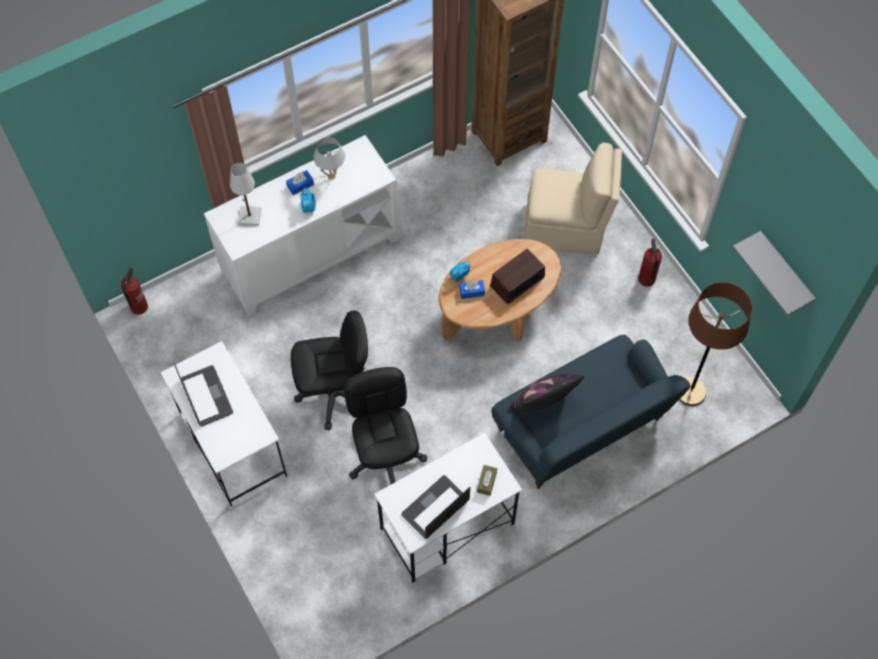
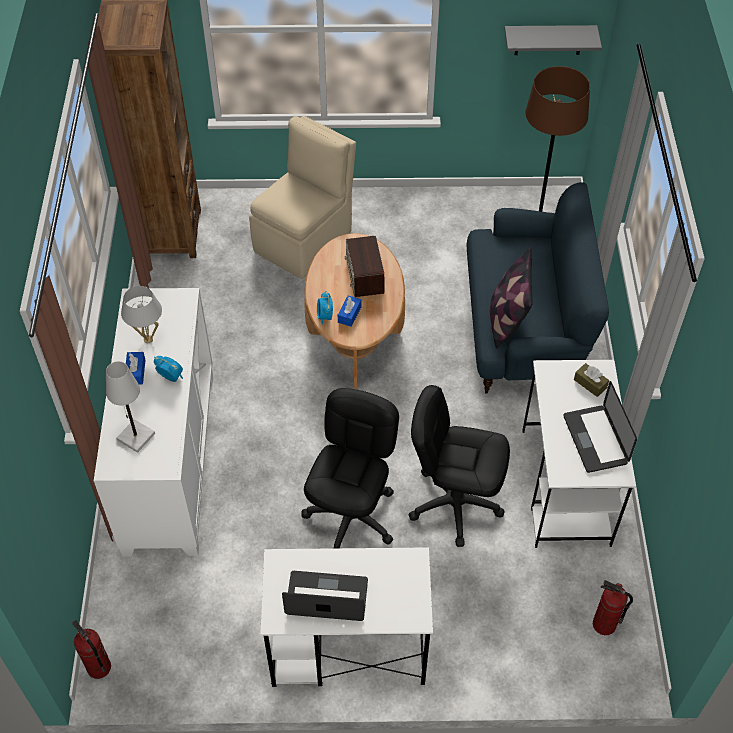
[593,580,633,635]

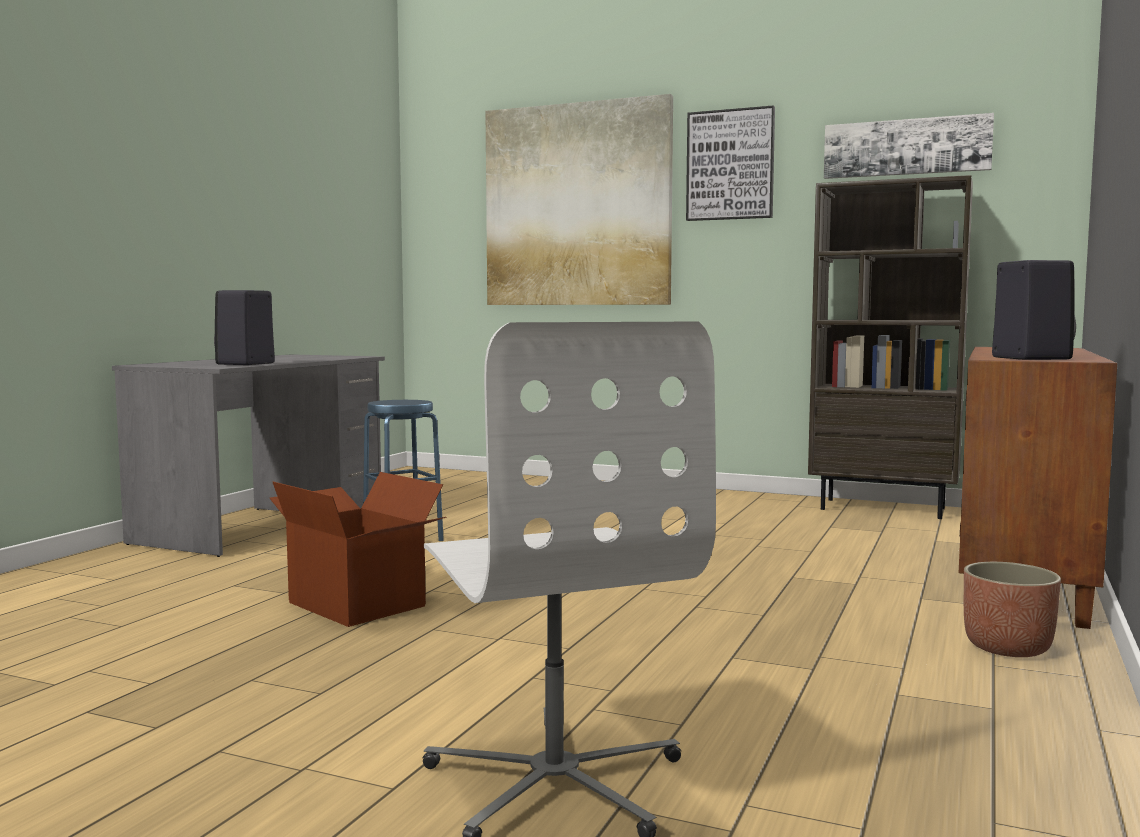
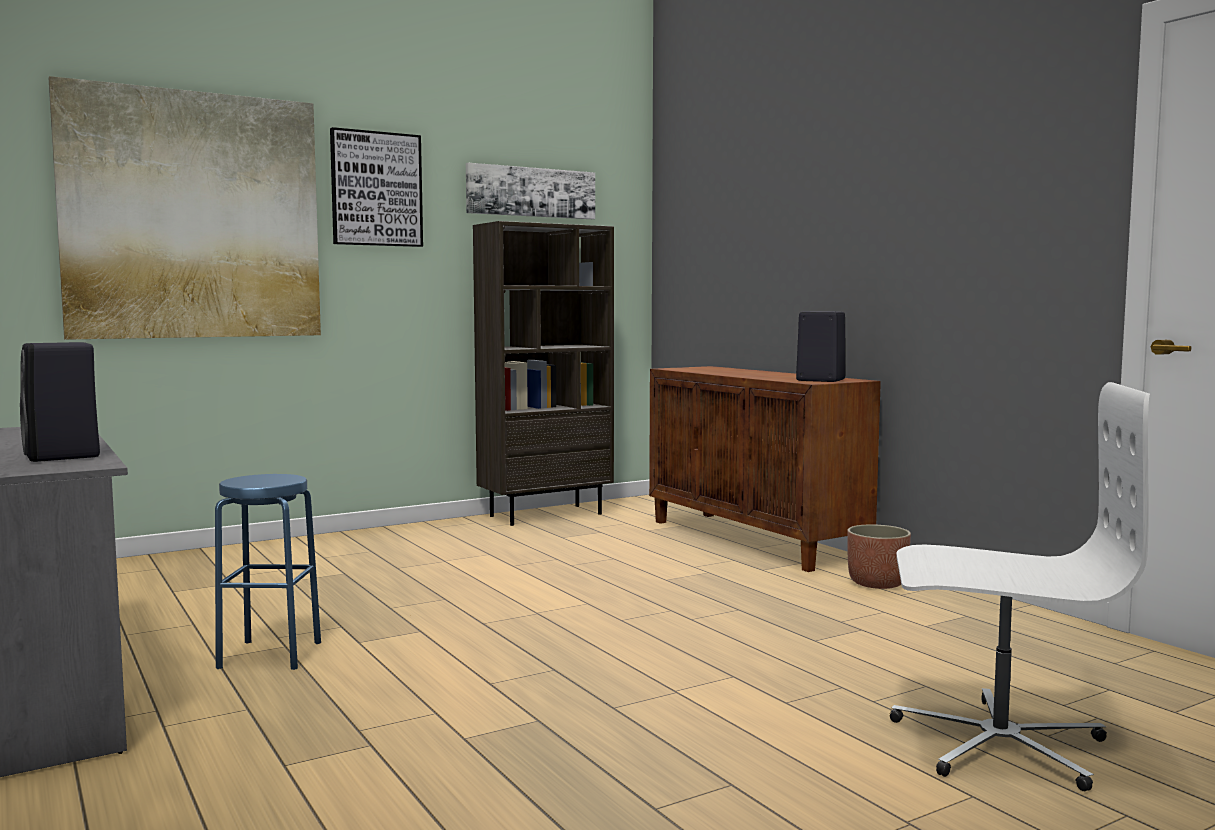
[270,472,447,627] (first image)

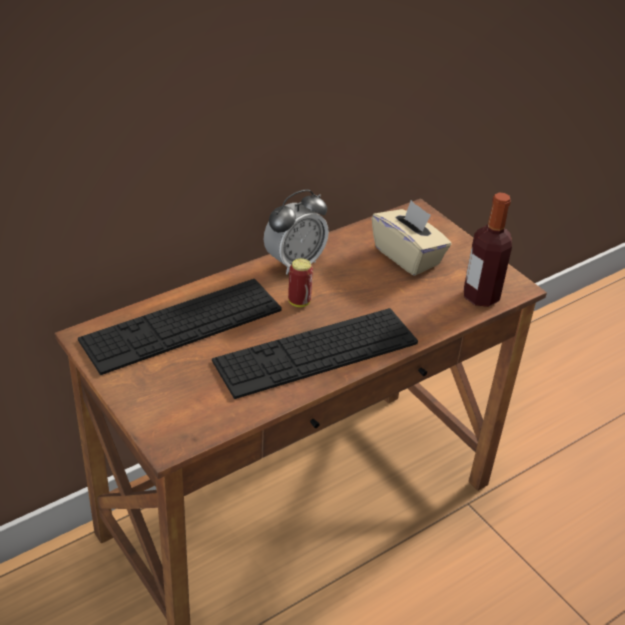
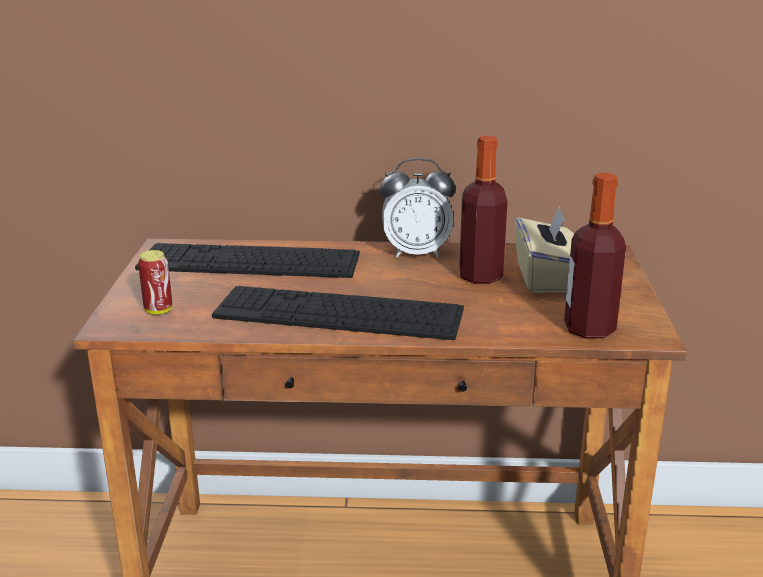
[138,250,172,315]
[459,136,508,284]

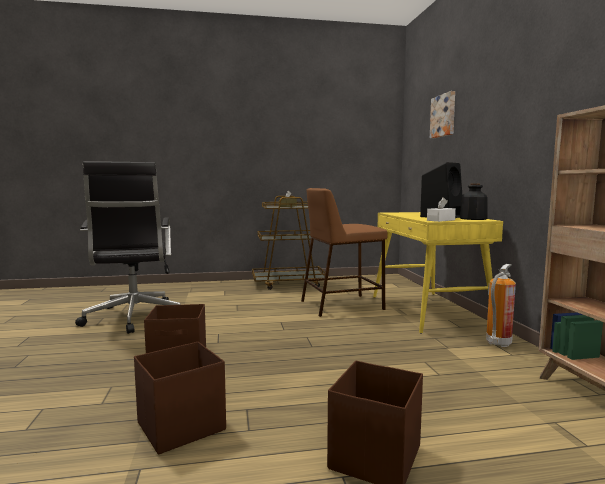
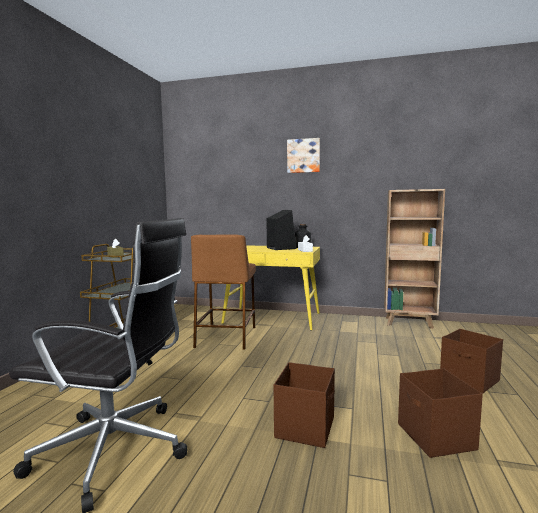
[287,138,320,173]
[486,264,516,347] (first image)

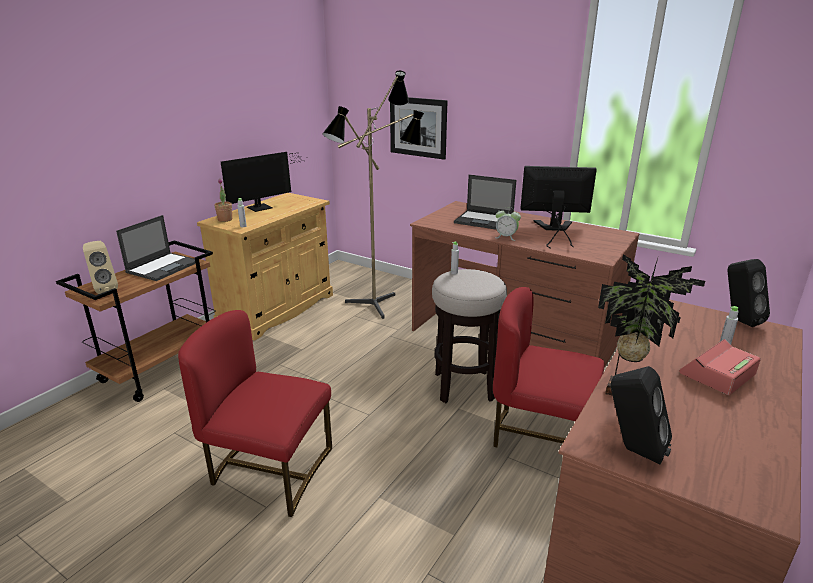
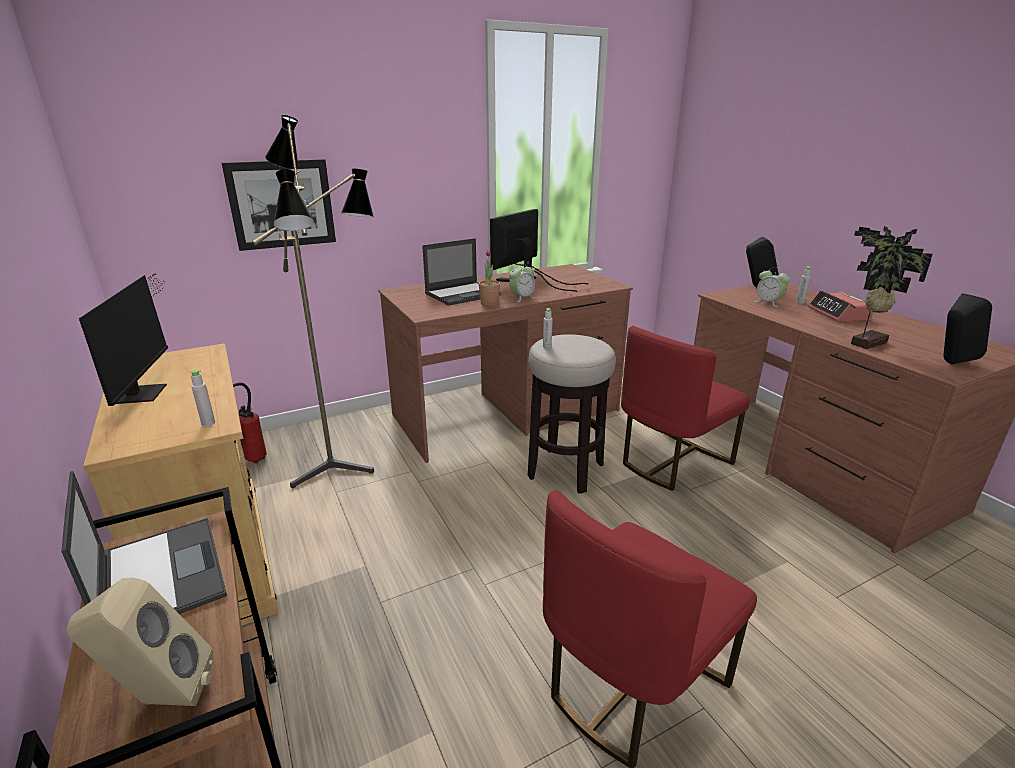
[479,249,500,306]
[233,383,267,463]
[754,267,790,307]

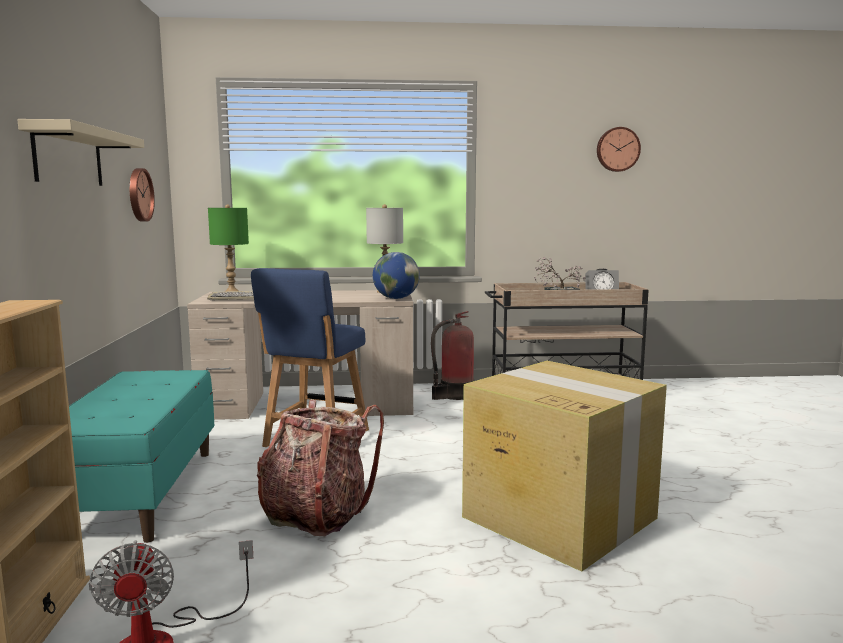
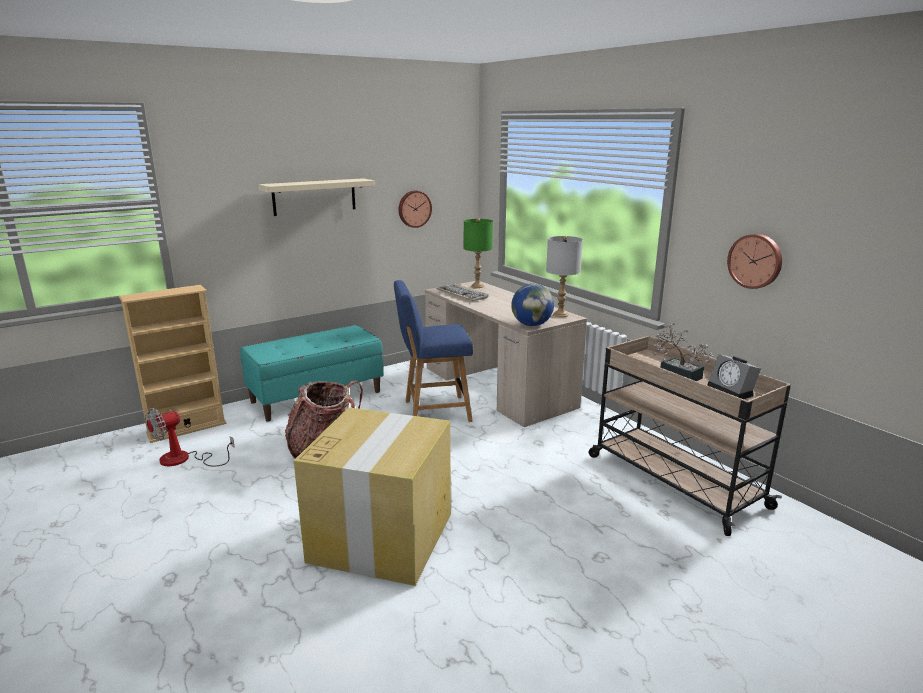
[431,311,474,400] (first image)
[727,234,782,289]

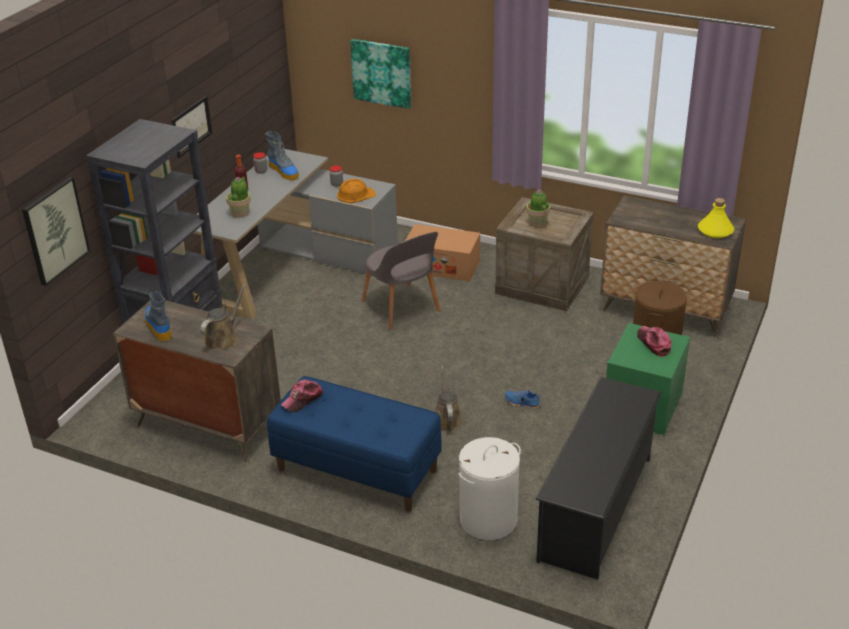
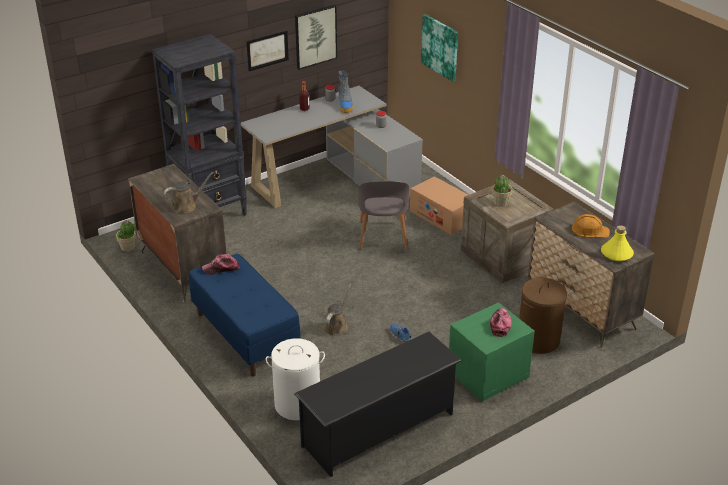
[295,5,337,70]
[144,290,171,341] (first image)
[116,220,136,252]
[572,214,610,238]

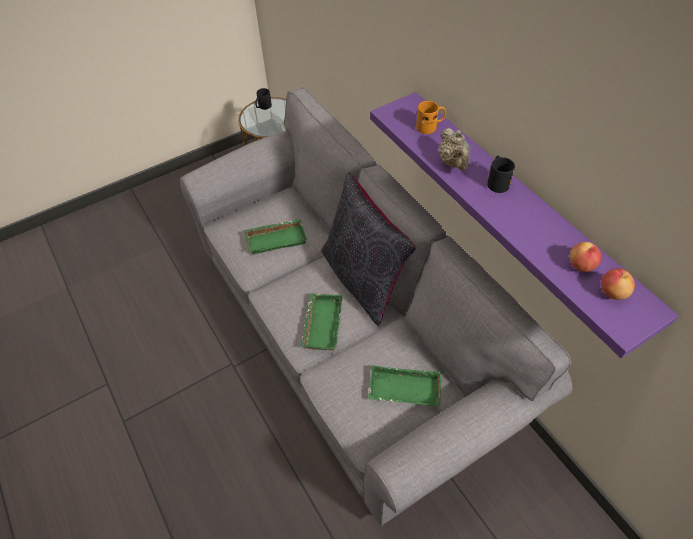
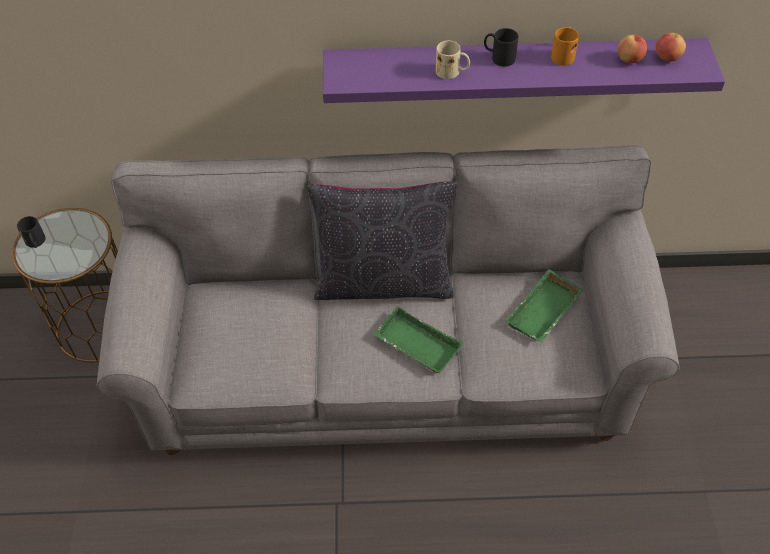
[244,219,307,254] (first image)
[551,27,579,66]
[436,41,470,79]

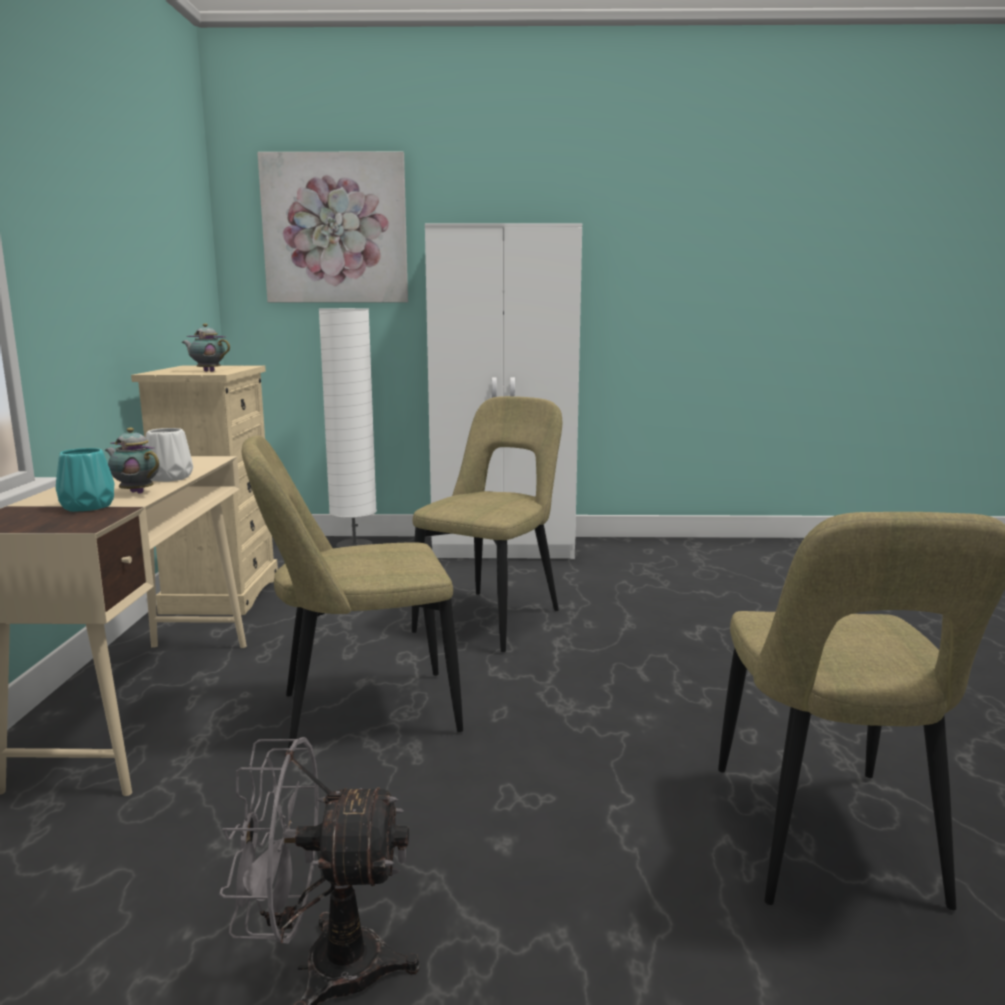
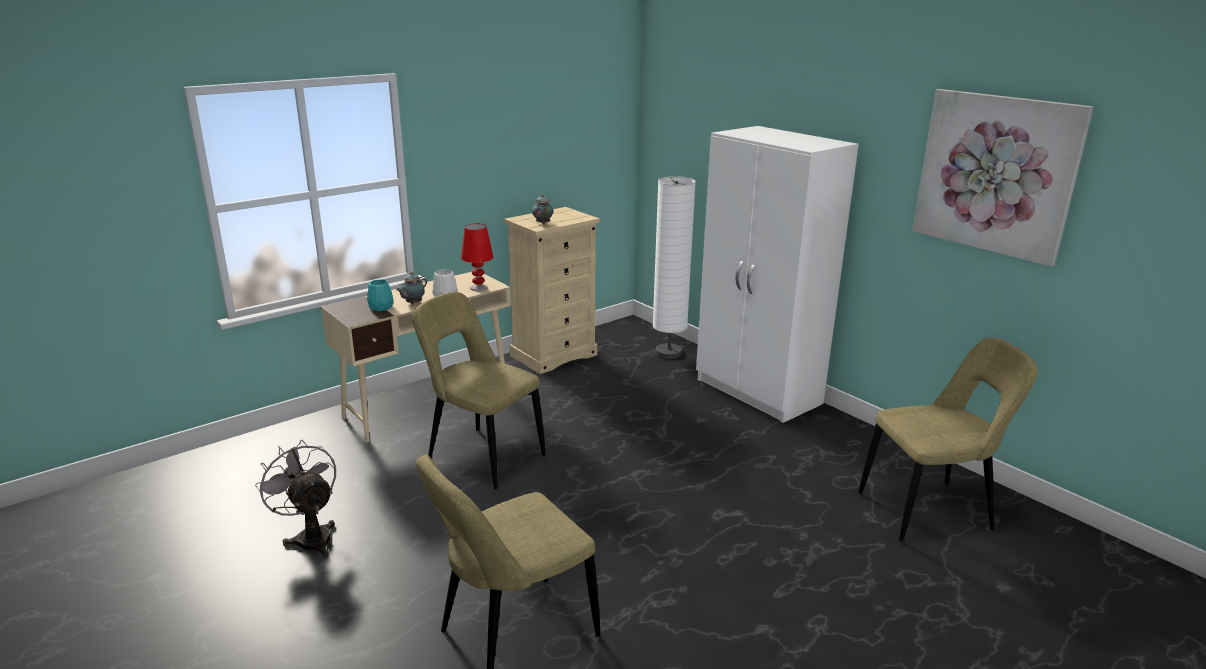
[396,272,427,304]
[912,89,1094,267]
[858,337,1038,542]
[461,224,494,291]

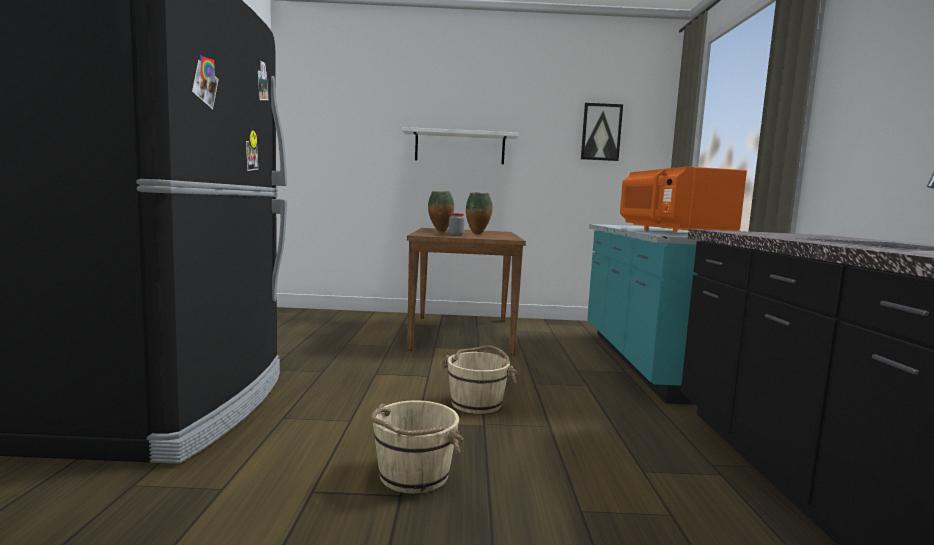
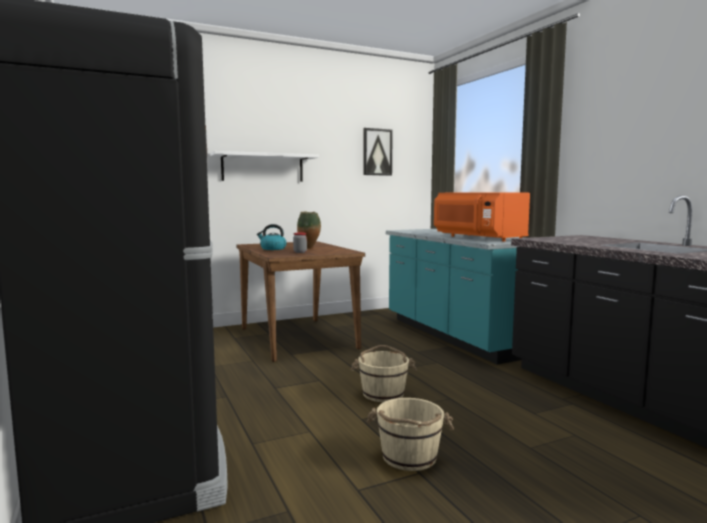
[257,224,287,250]

